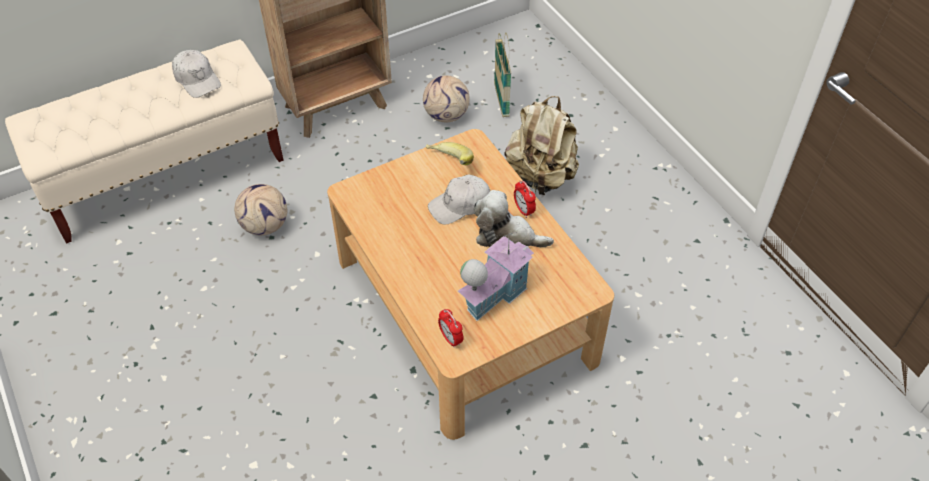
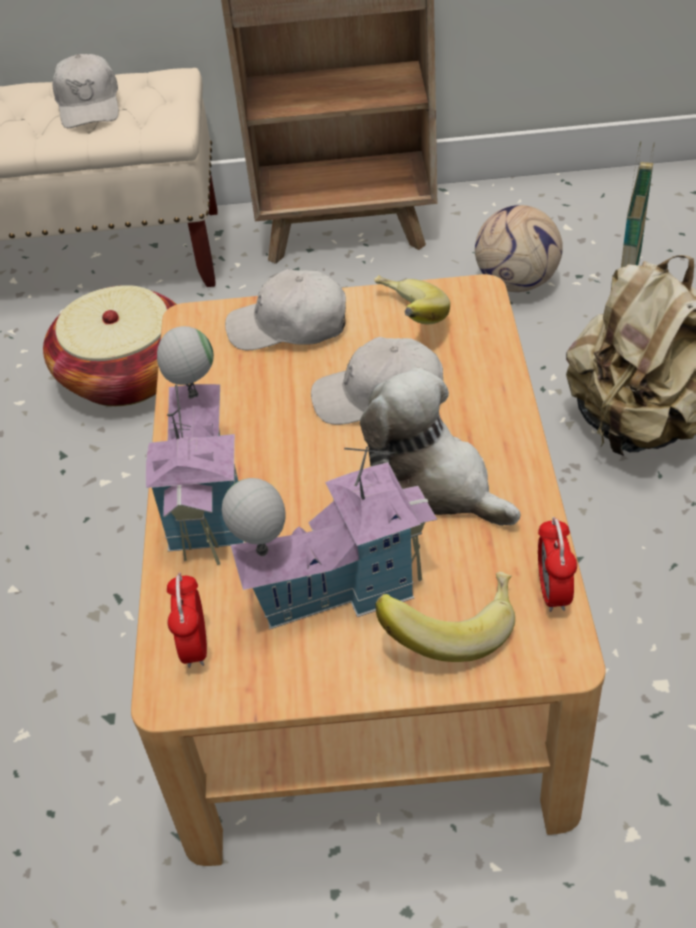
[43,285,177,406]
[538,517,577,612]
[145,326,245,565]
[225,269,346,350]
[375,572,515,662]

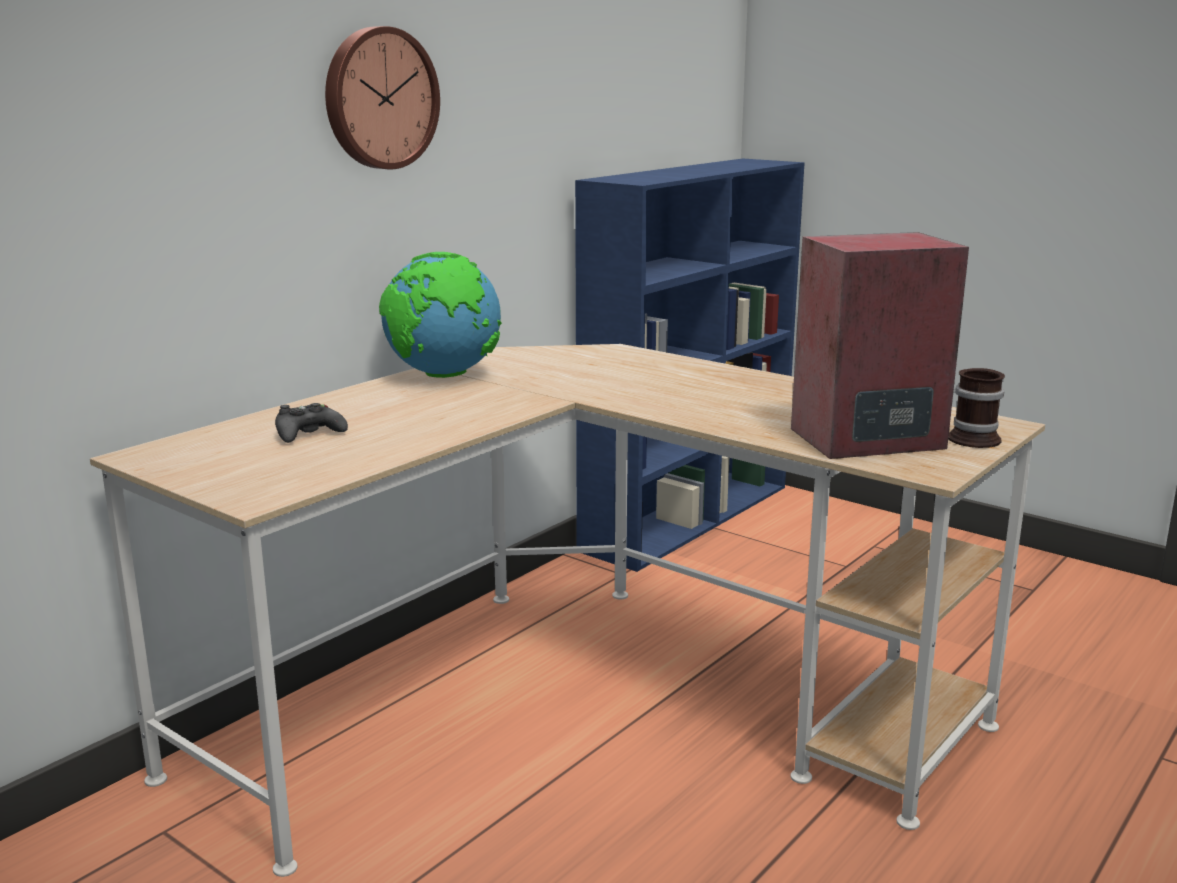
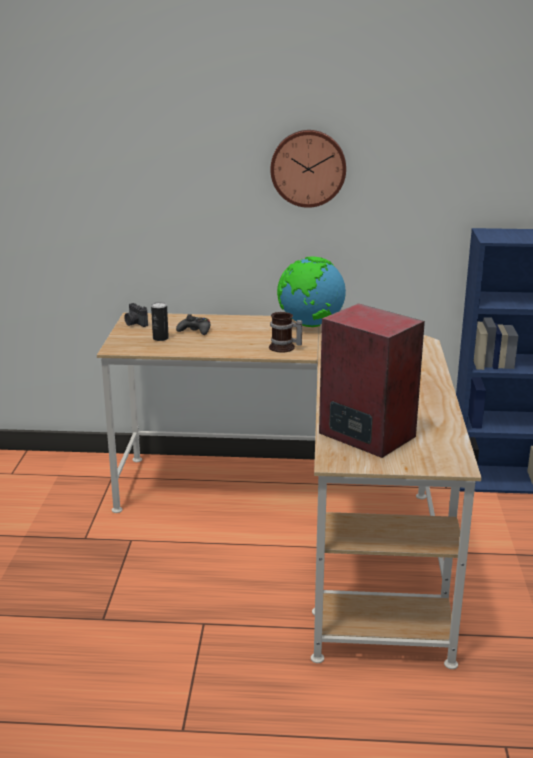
[269,312,302,353]
[124,303,148,327]
[151,302,169,341]

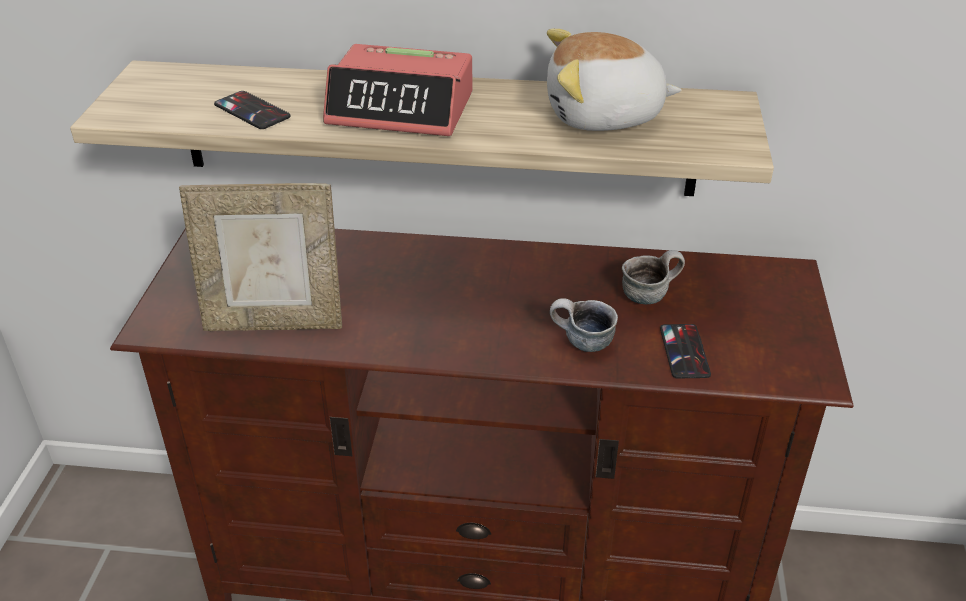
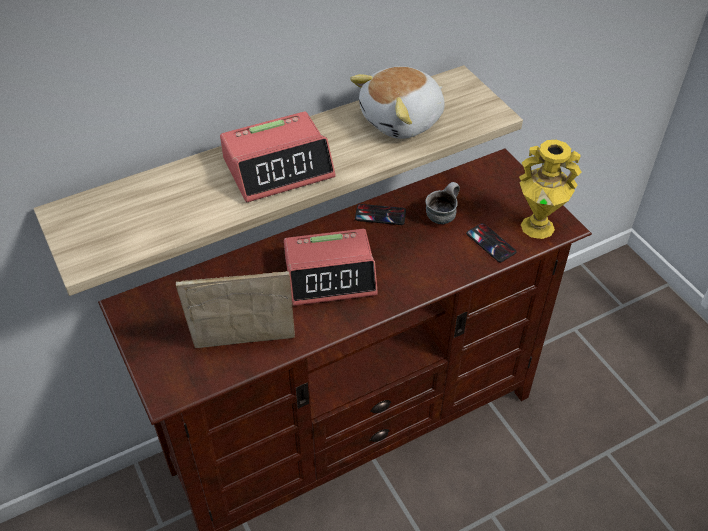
[176,271,295,348]
[355,204,406,225]
[550,298,618,352] (first image)
[284,229,378,306]
[519,140,582,239]

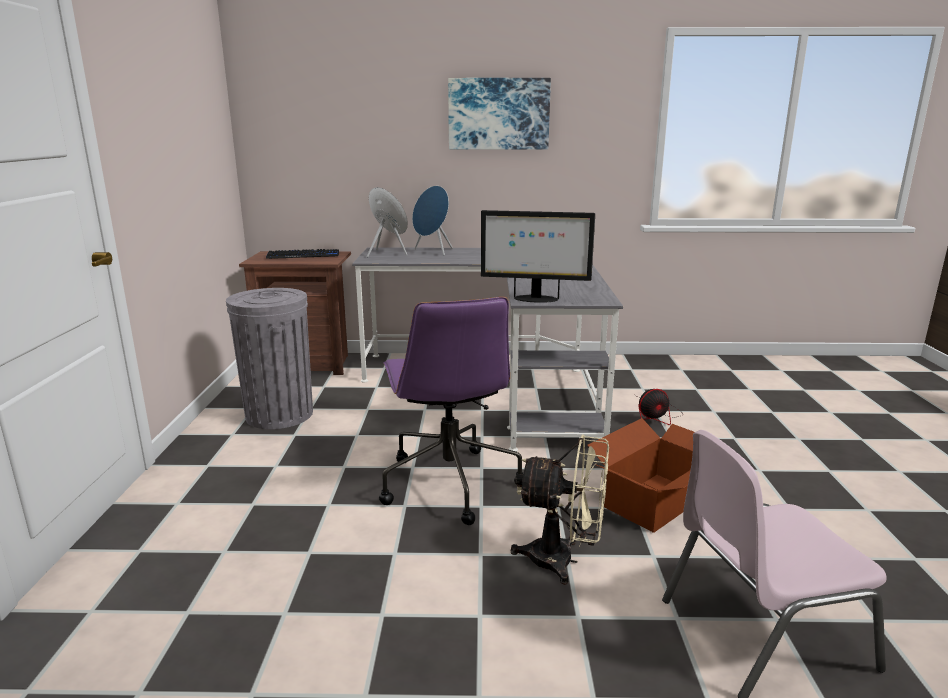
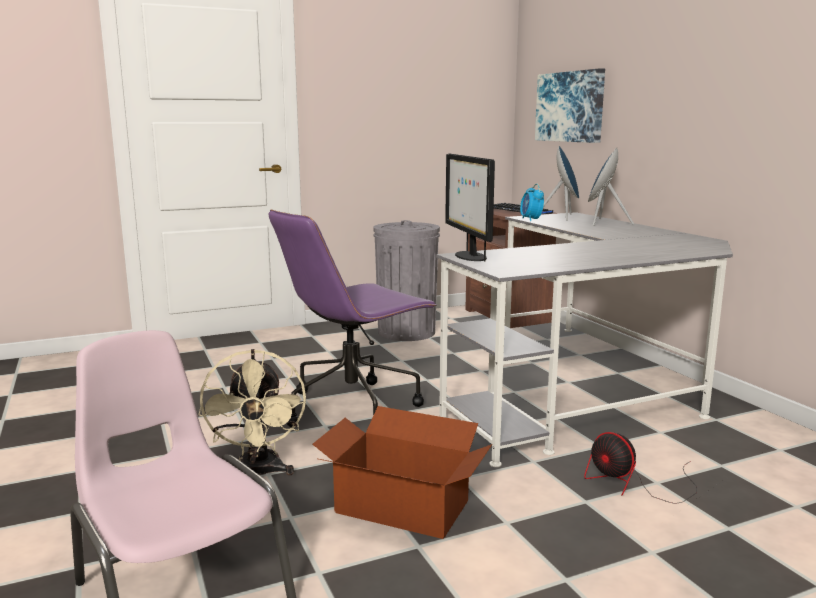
[535,68,605,143]
[520,184,544,221]

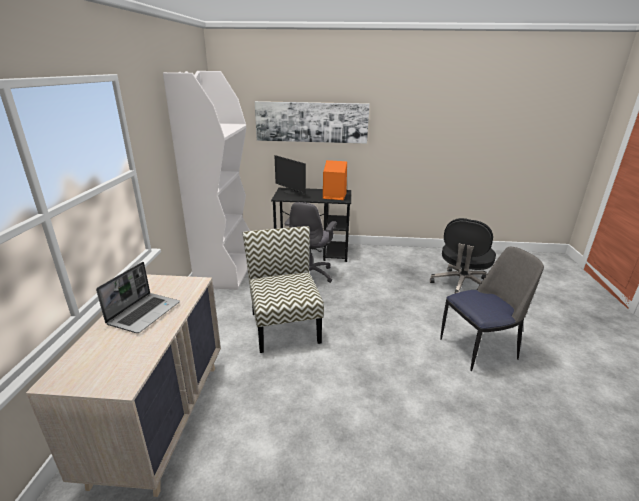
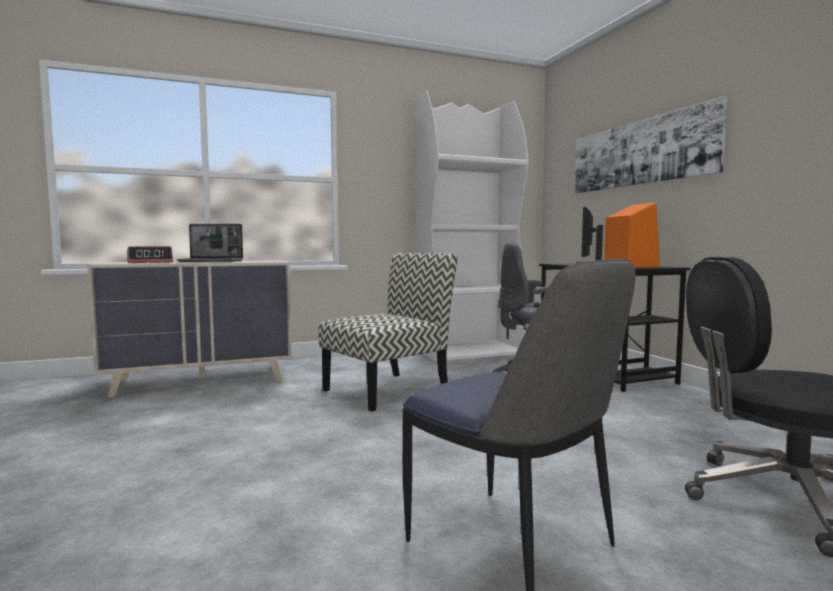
[127,246,173,263]

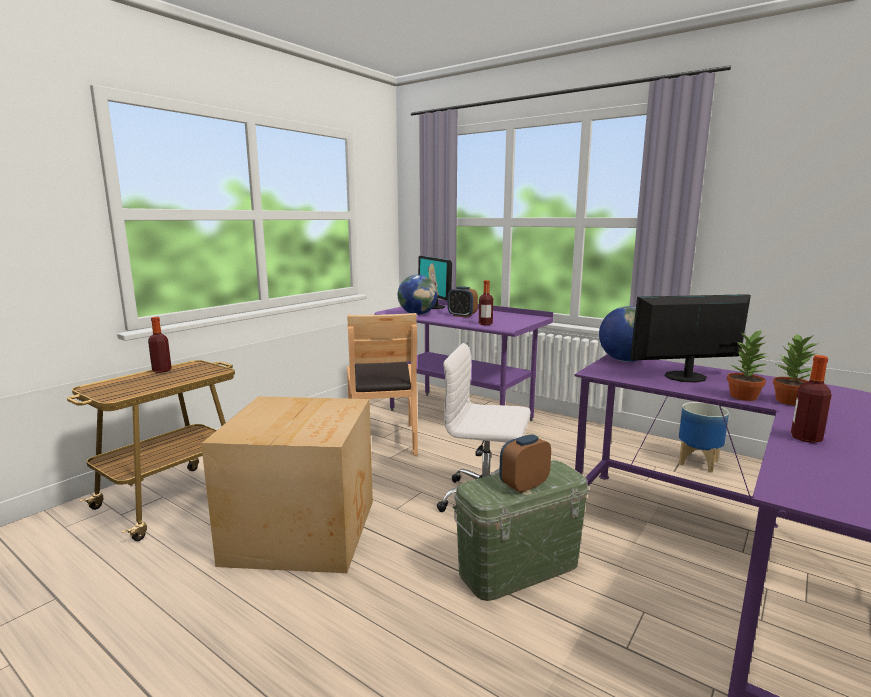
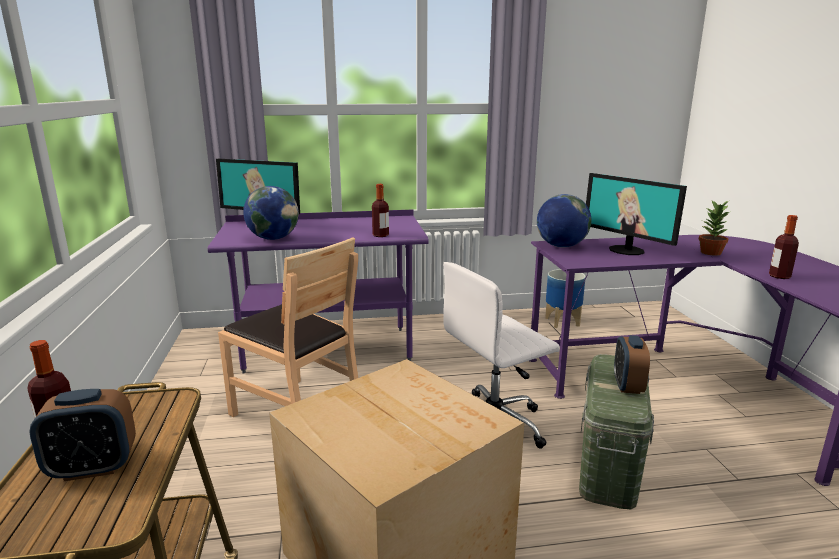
[29,389,136,481]
[586,173,687,255]
[727,329,767,401] (first image)

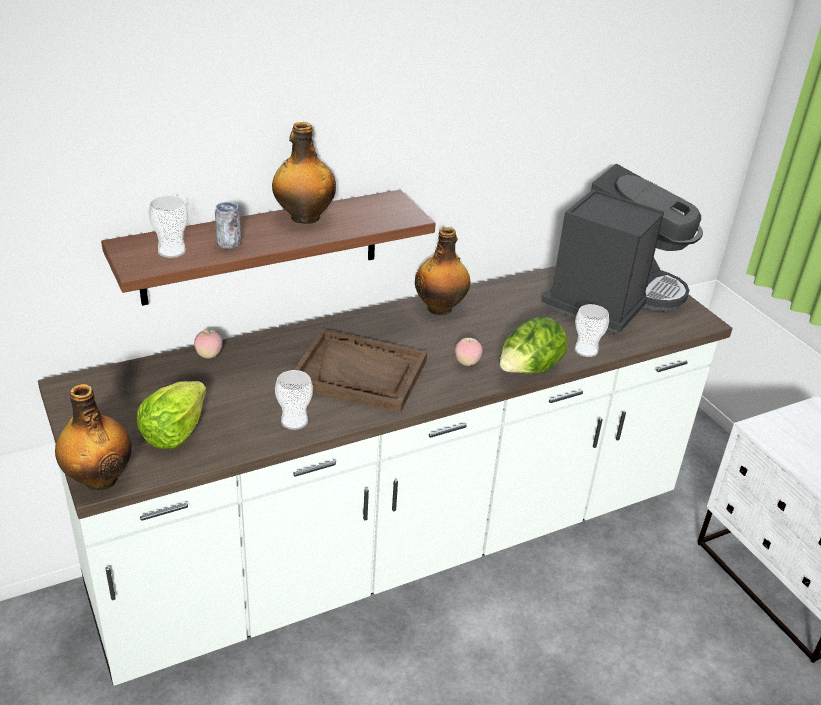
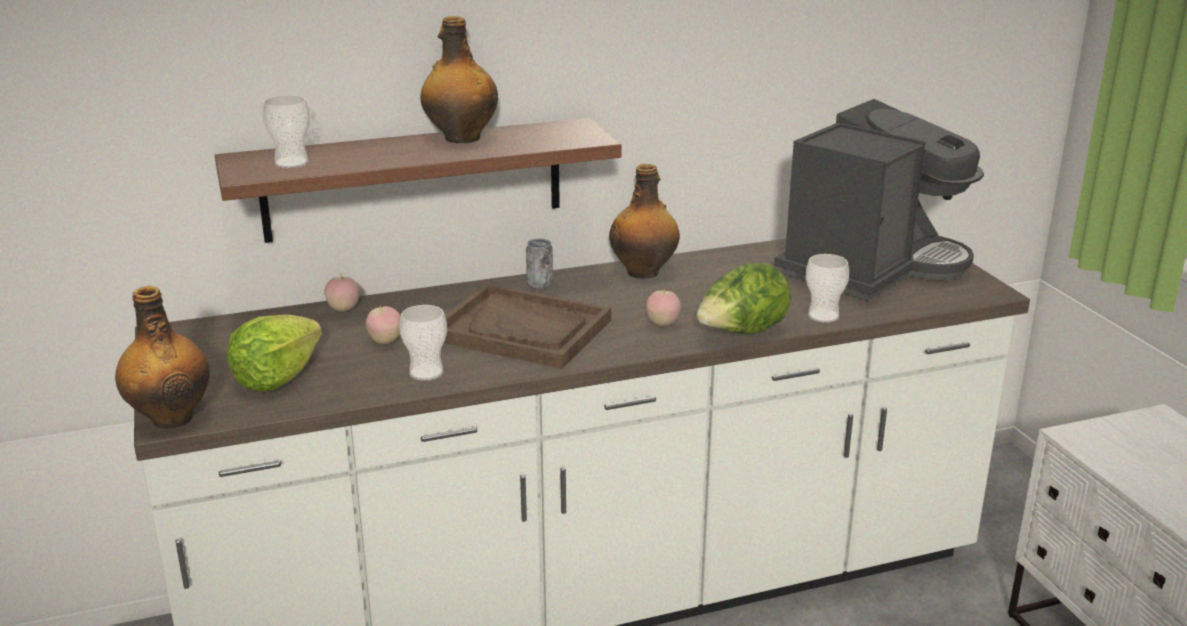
[526,239,553,289]
[366,304,401,344]

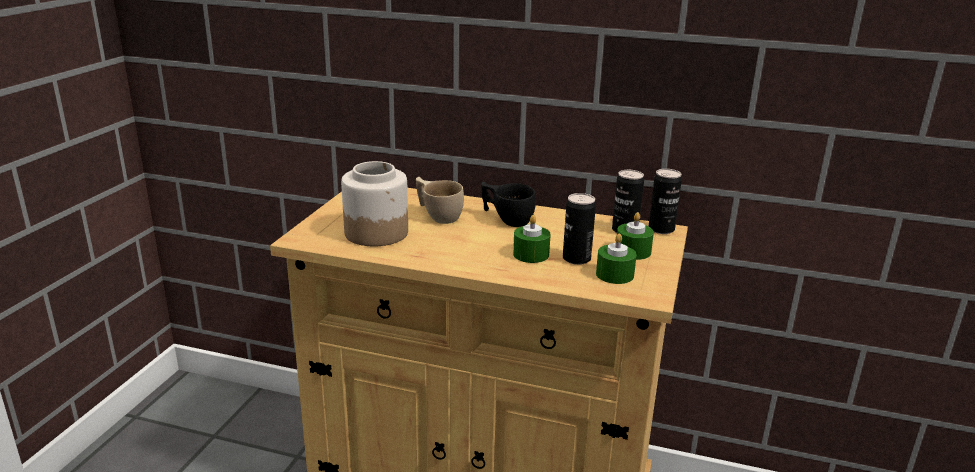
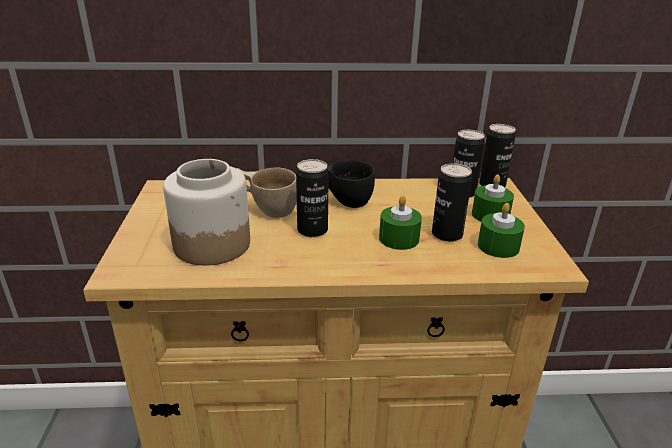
[296,159,329,237]

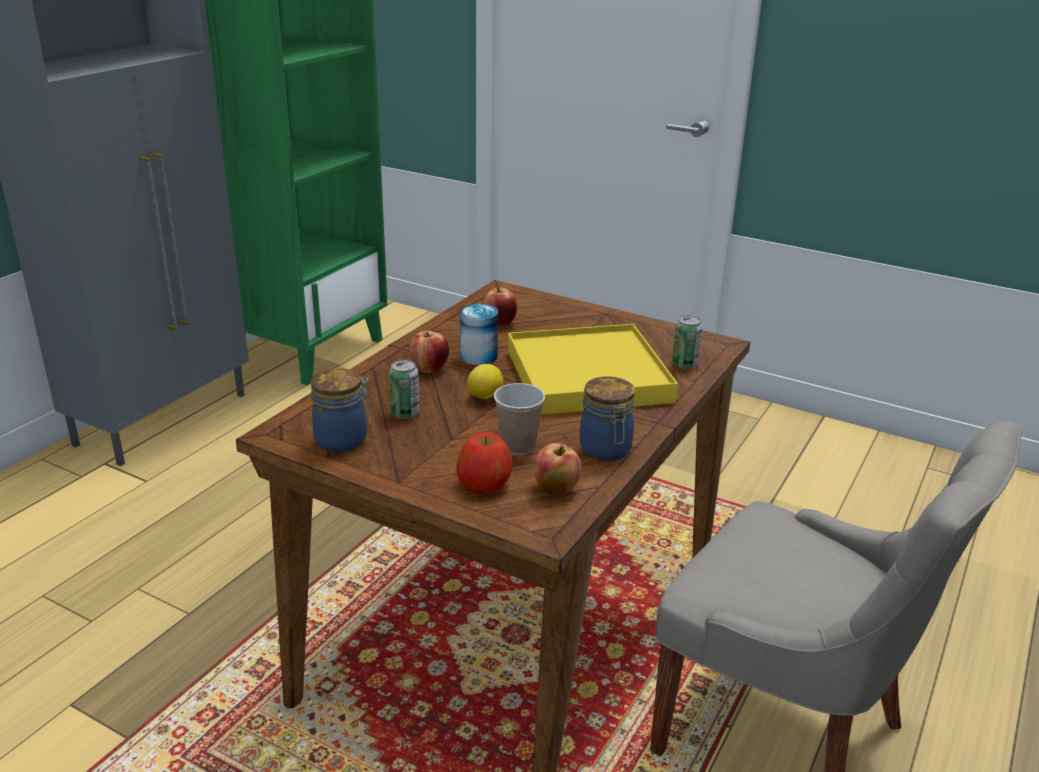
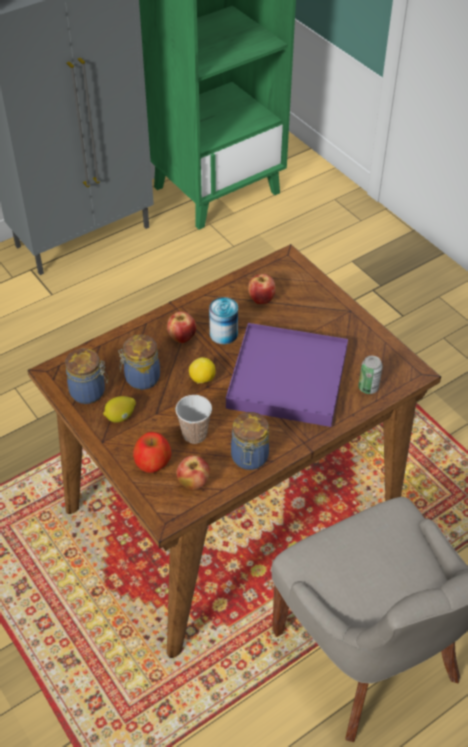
[119,335,160,390]
[226,323,348,427]
[103,396,136,422]

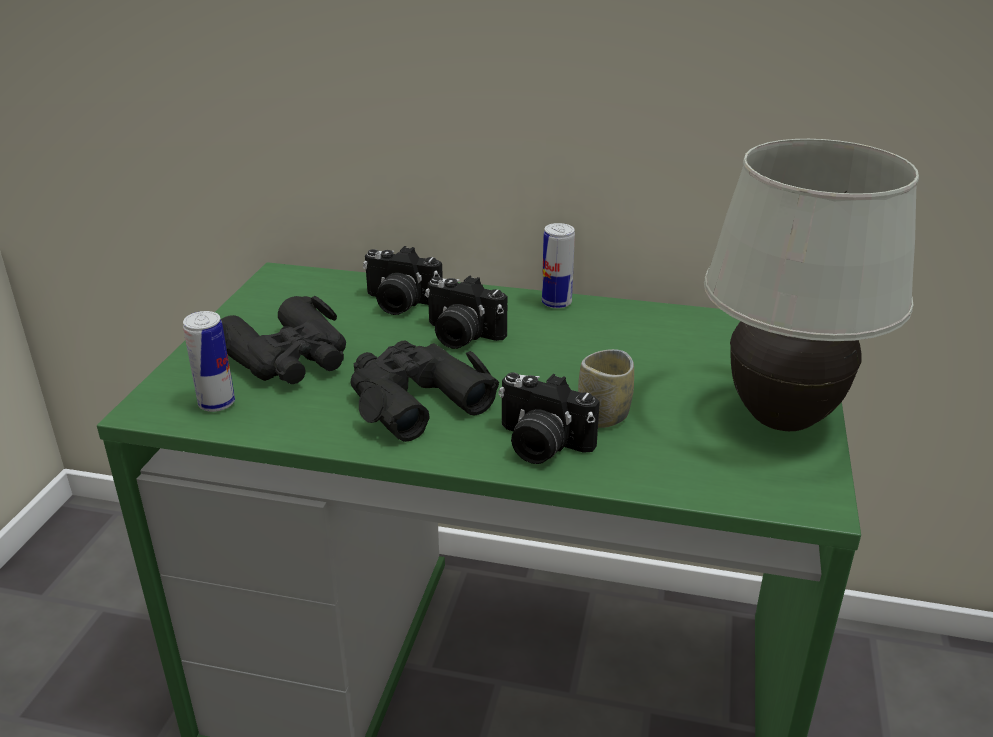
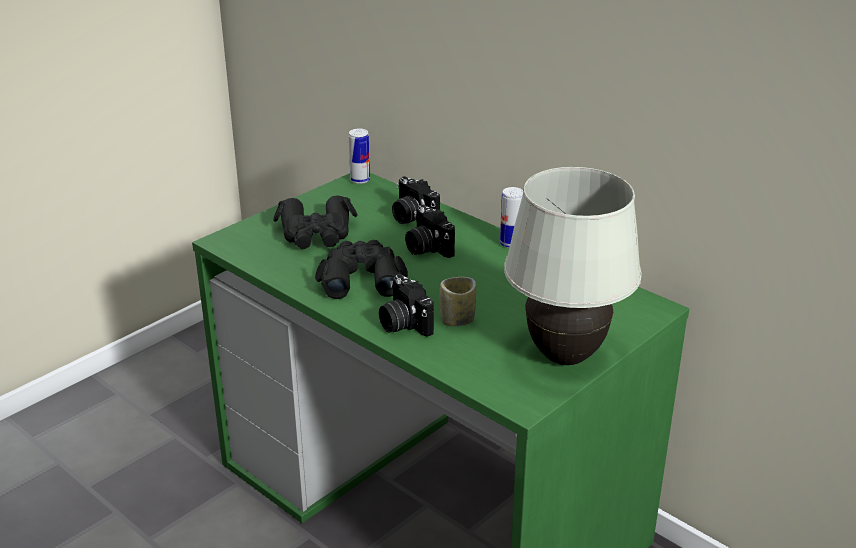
[349,128,370,184]

